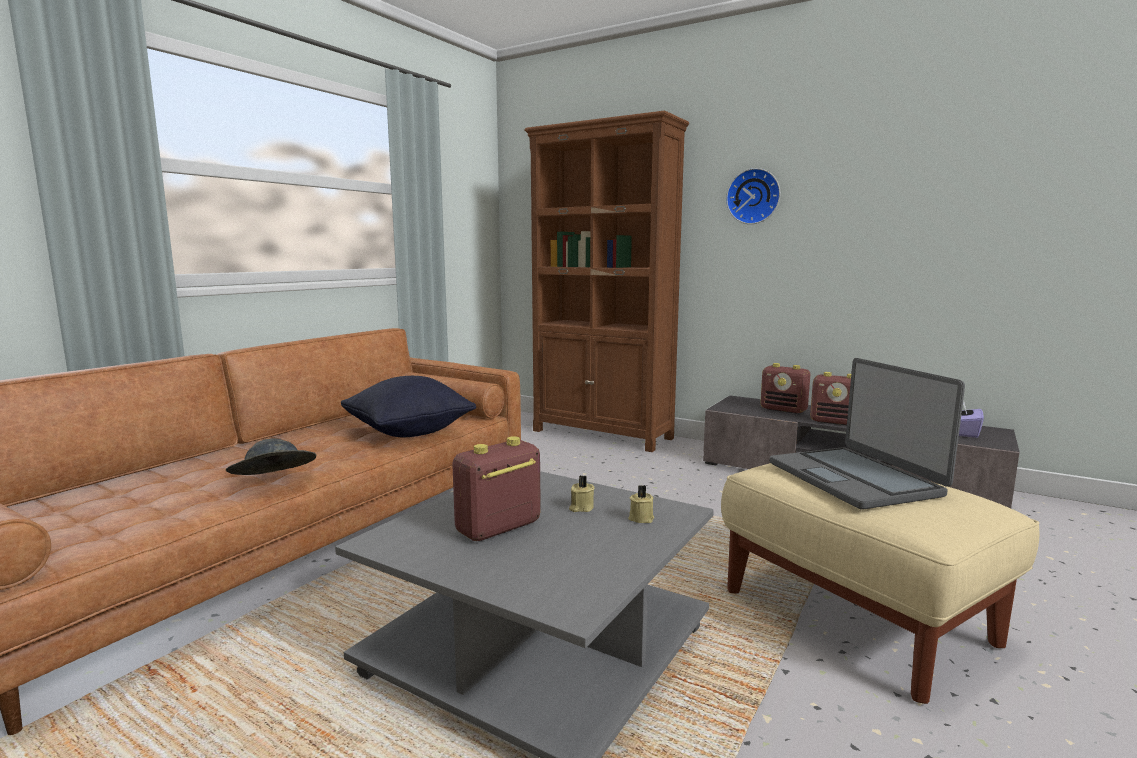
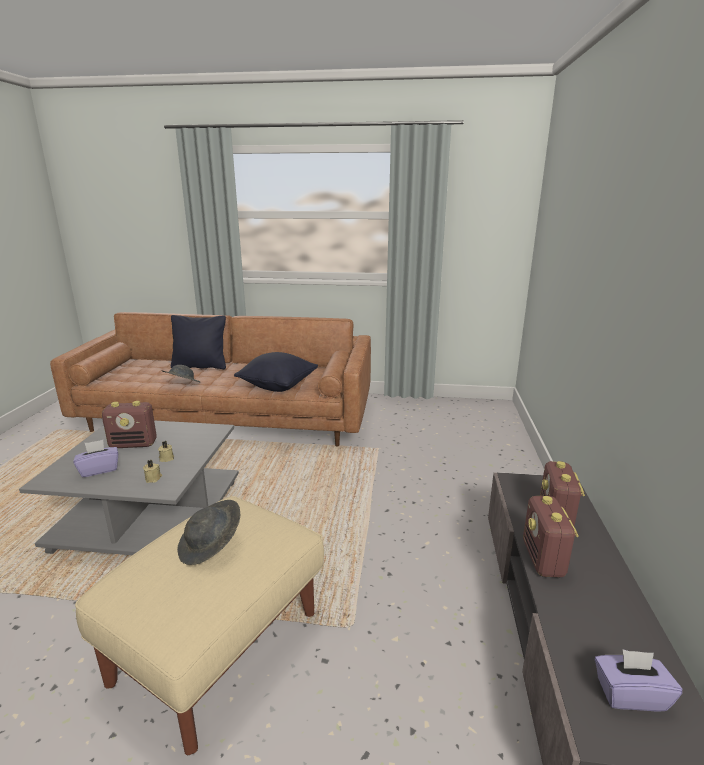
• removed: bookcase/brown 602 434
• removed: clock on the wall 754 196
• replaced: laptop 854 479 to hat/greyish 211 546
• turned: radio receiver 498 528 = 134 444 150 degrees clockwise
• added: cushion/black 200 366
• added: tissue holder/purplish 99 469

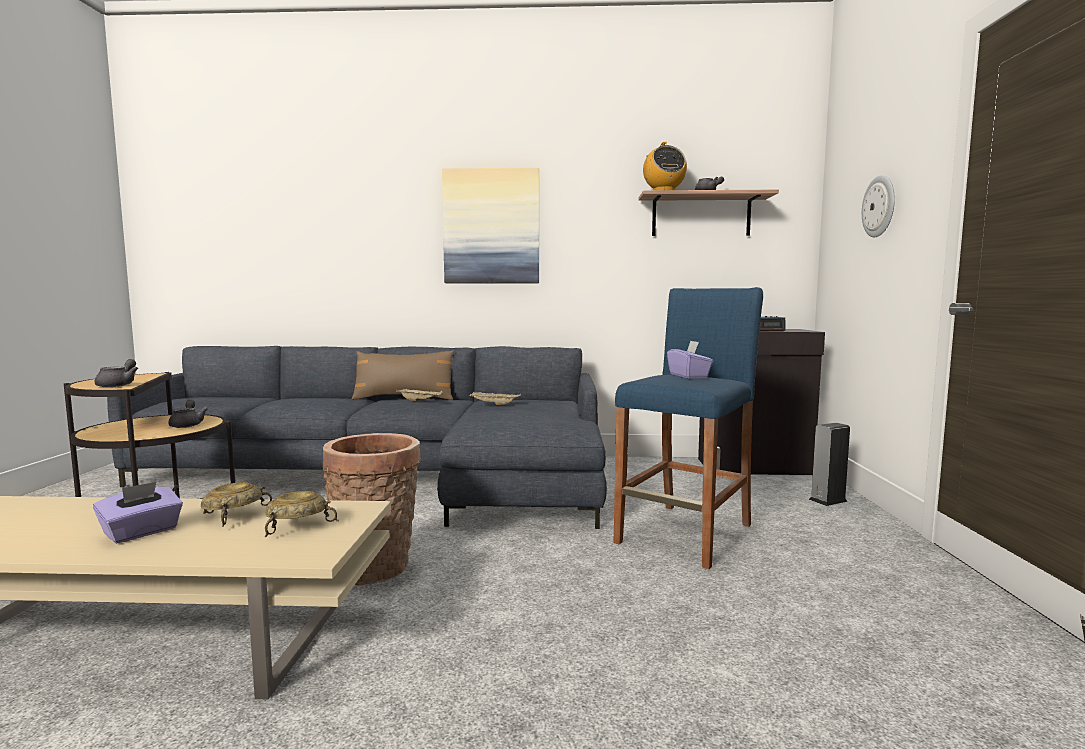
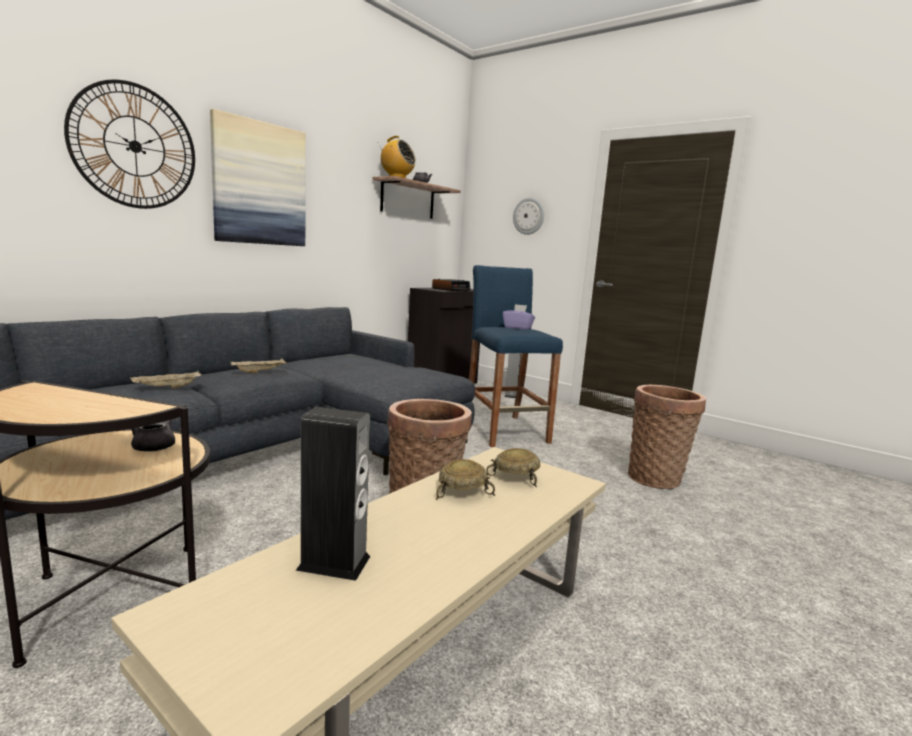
• removed: cushion/brown 404 398
• removed: tea pot/greyish 119 385
• moved: tray/beige 494 404 to 167 388
• removed: tissue holder/purplish 142 532
• added: clock on the wall 135 146
• added: storage basket 656 478
• added: loudspeaker 334 563

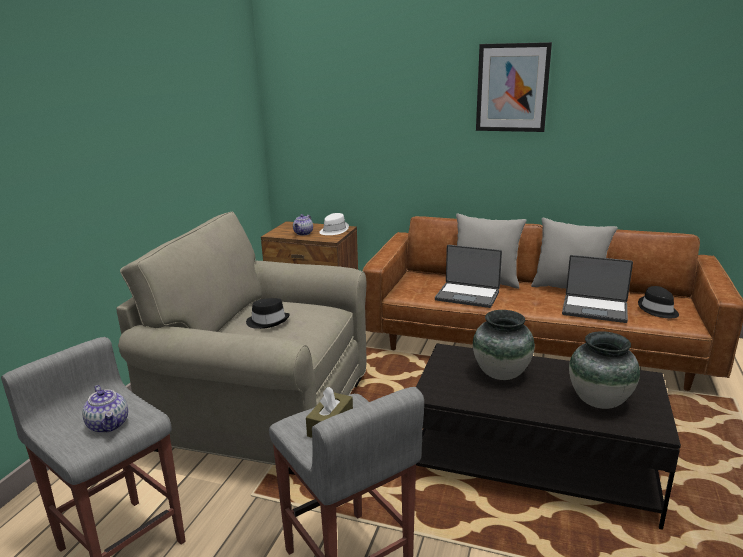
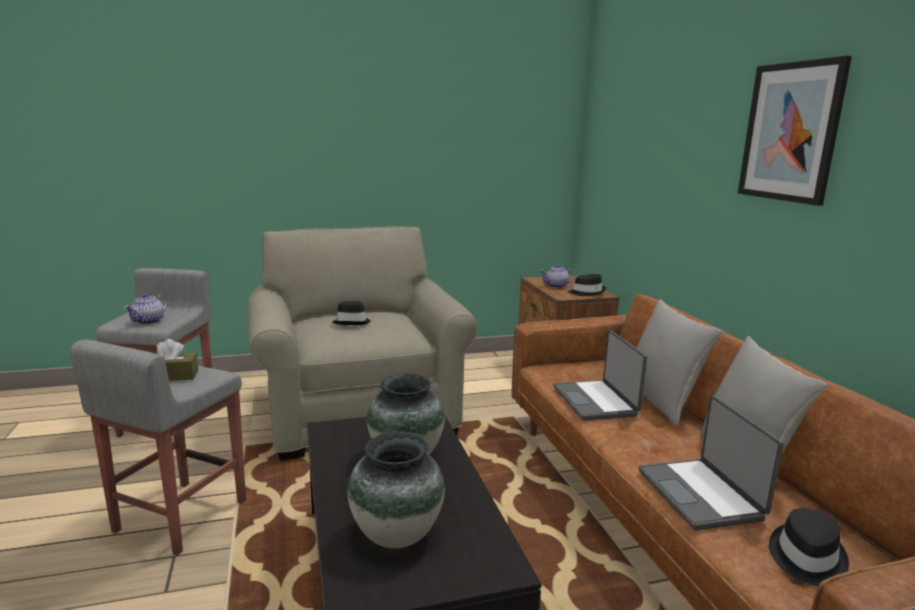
• recoloured: hat/whitish 333 230 to hat/black 587 292

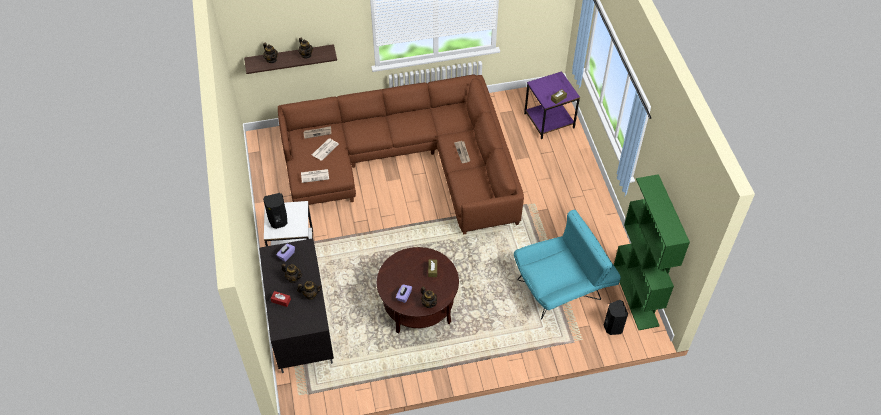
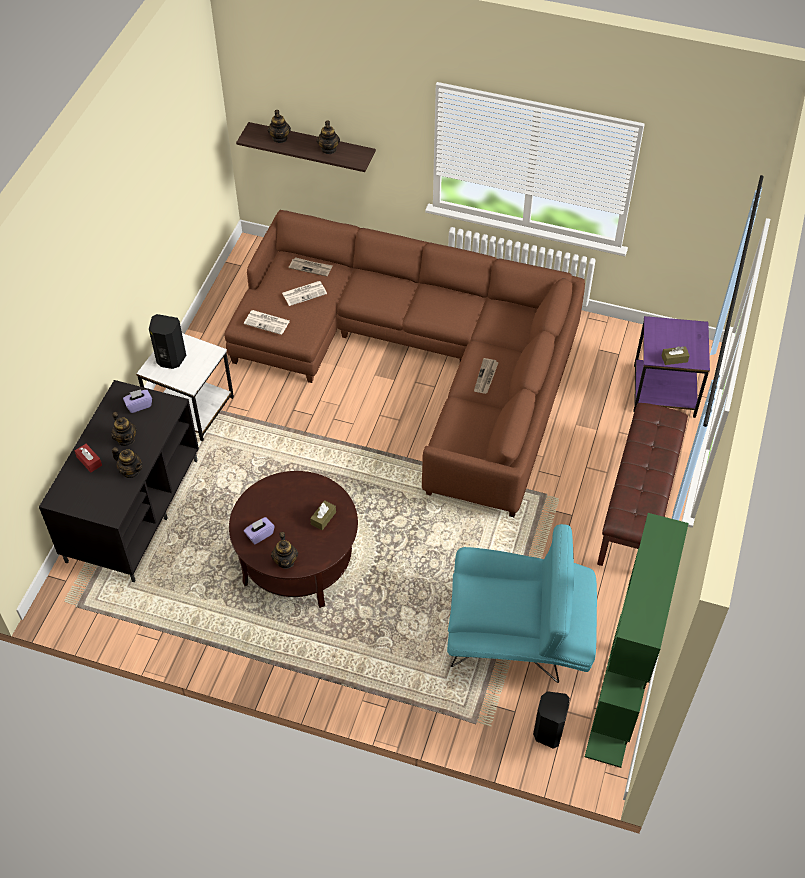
• added: long seat/brown 639 506

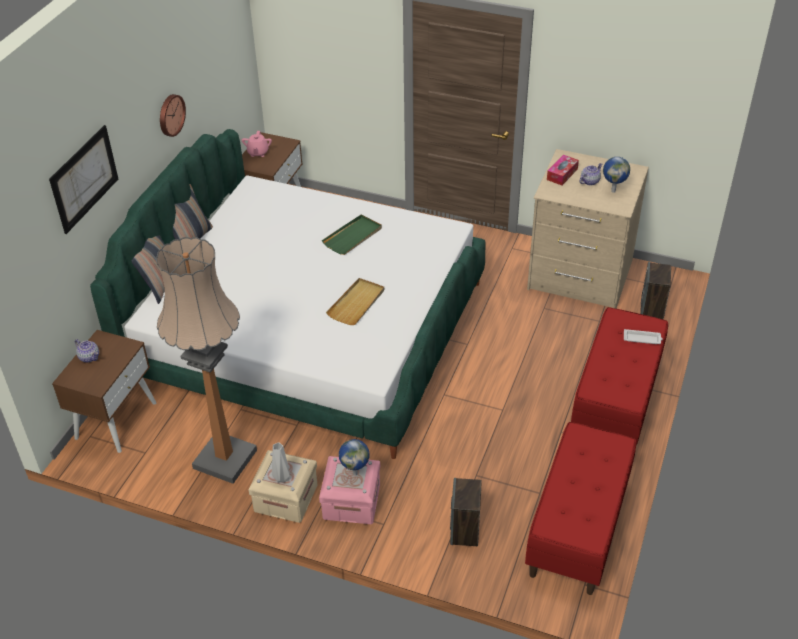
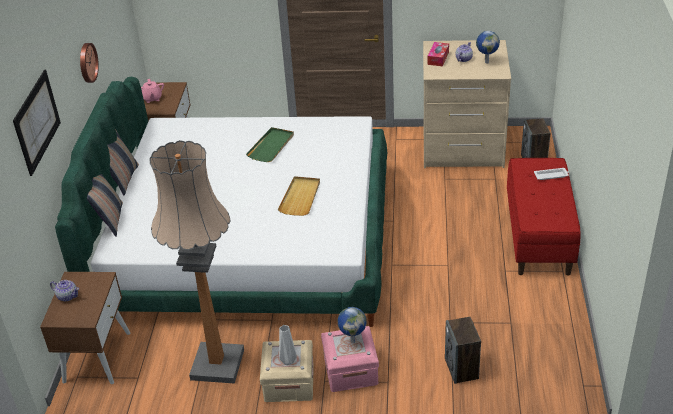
• removed: long seat/red-coloured 578 528

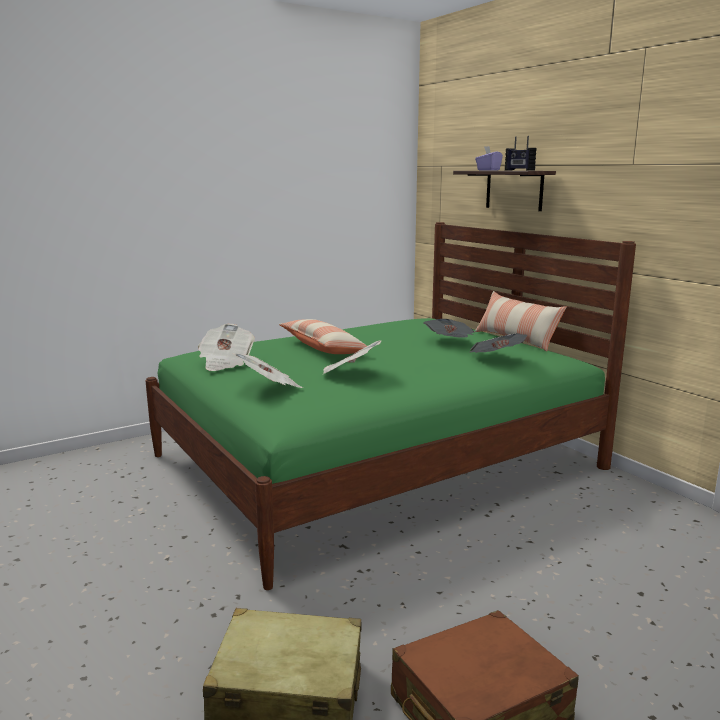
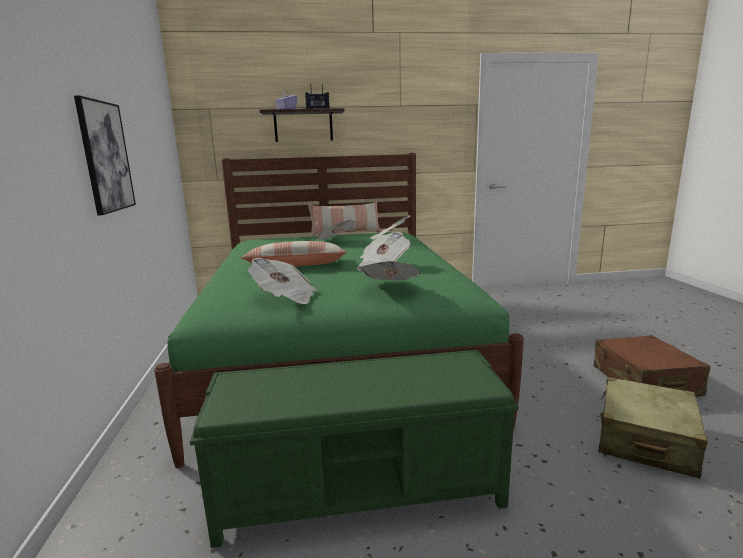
• added: wall picture 105 157
• added: long seat/greenish 362 490

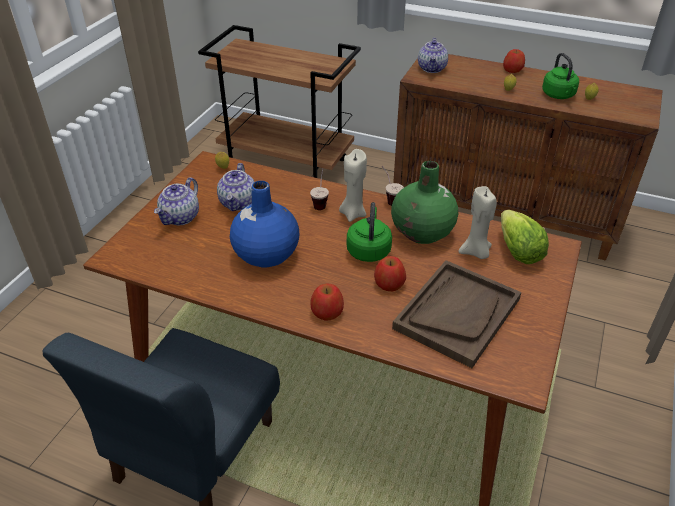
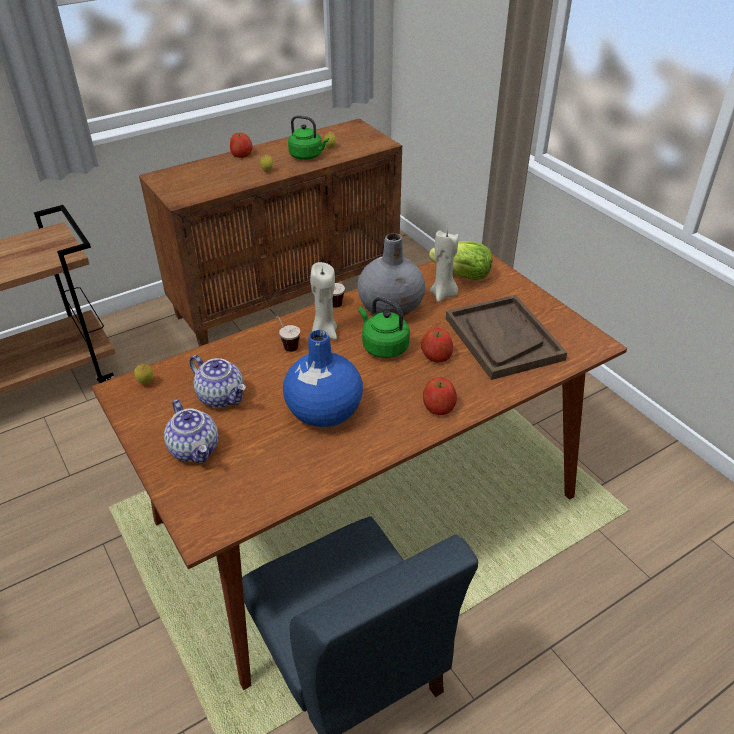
• removed: tea pot 432 68
• recoloured: flower vase/greenish 422 232 to flower vase/greyish 391 308

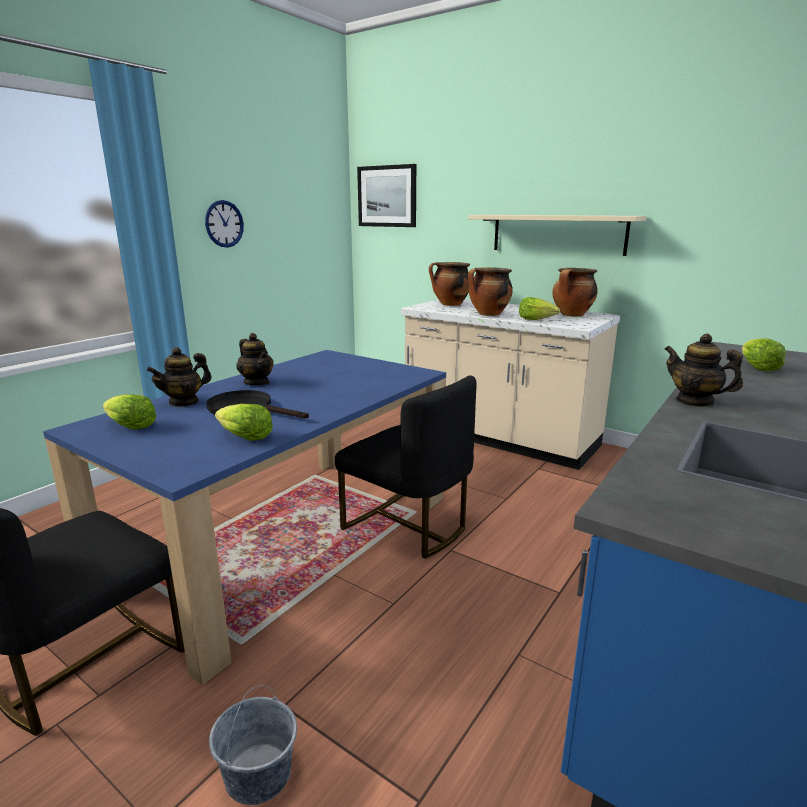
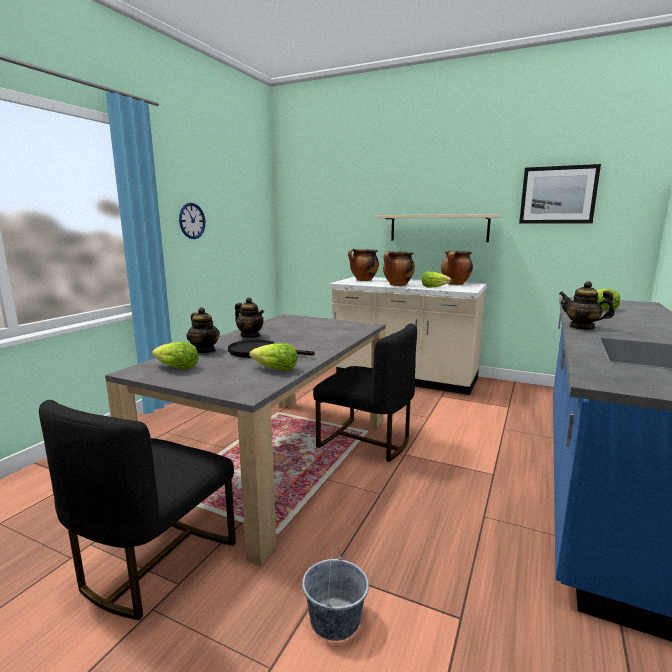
• moved: wall picture 387 196 to 558 195
• turned: tea pot 184 402 = 204 350 75 degrees counterclockwise
• recoloured: kitchen table/bluish 286 539 to kitchen table/greyish 277 458

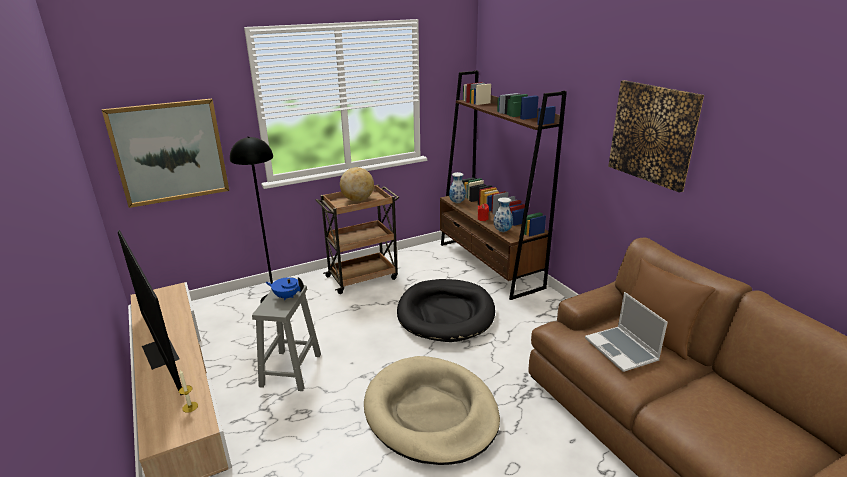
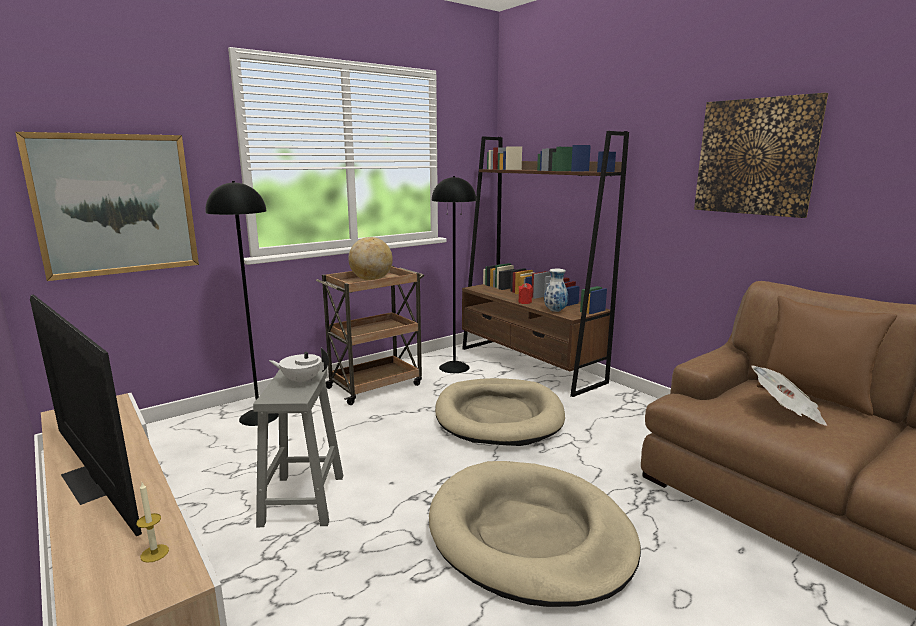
• removed: flower vase 457 202
• recoloured: tea pot/bluish 286 296 to tea pot/whitish 301 381
• recoloured: dog cushion/black 446 313 to dog cushion/beige 498 416
• replaced: laptop 622 350 to daily paper 786 412
• added: standing lamp/black 454 367

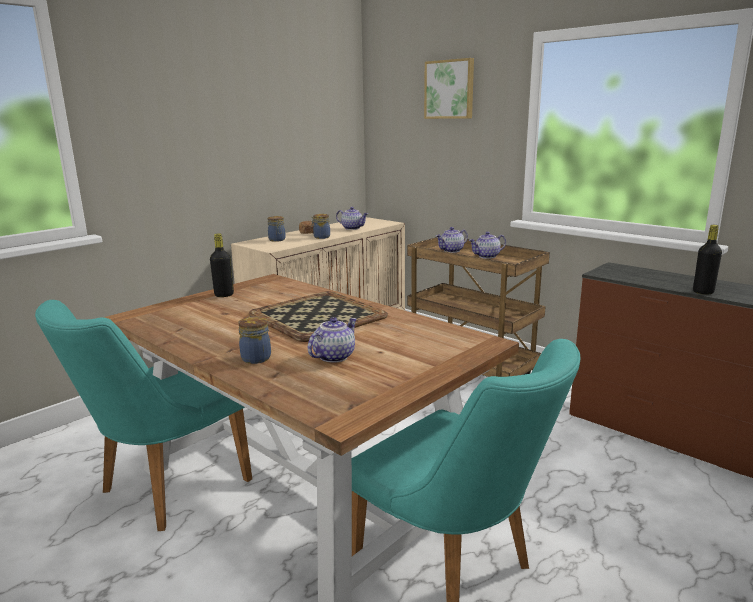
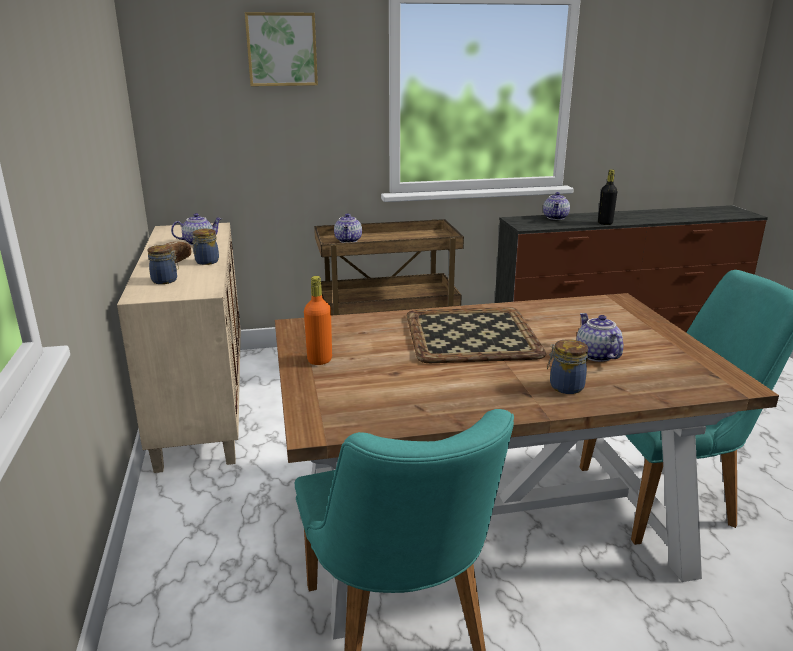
• moved: tea pot 487 256 to 556 218
• recoloured: beverage bottle/black 224 295 to beverage bottle/orange 319 360

